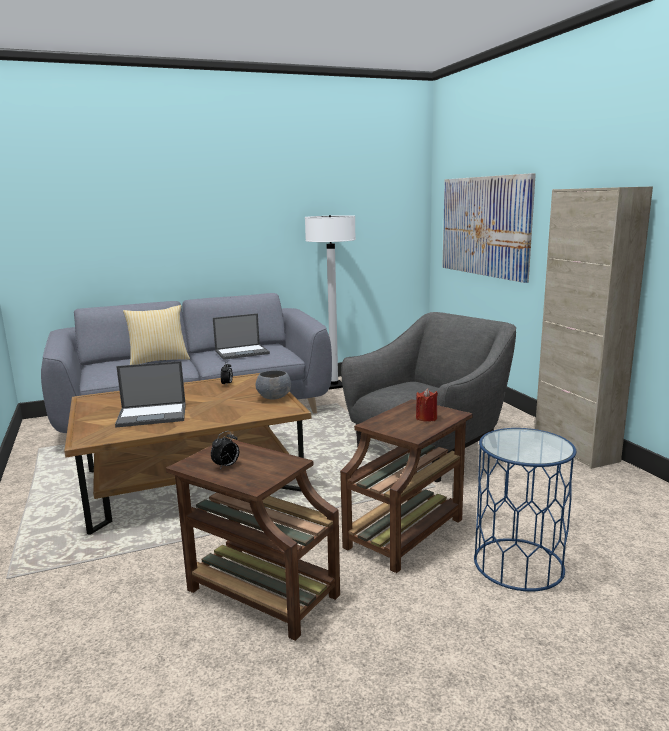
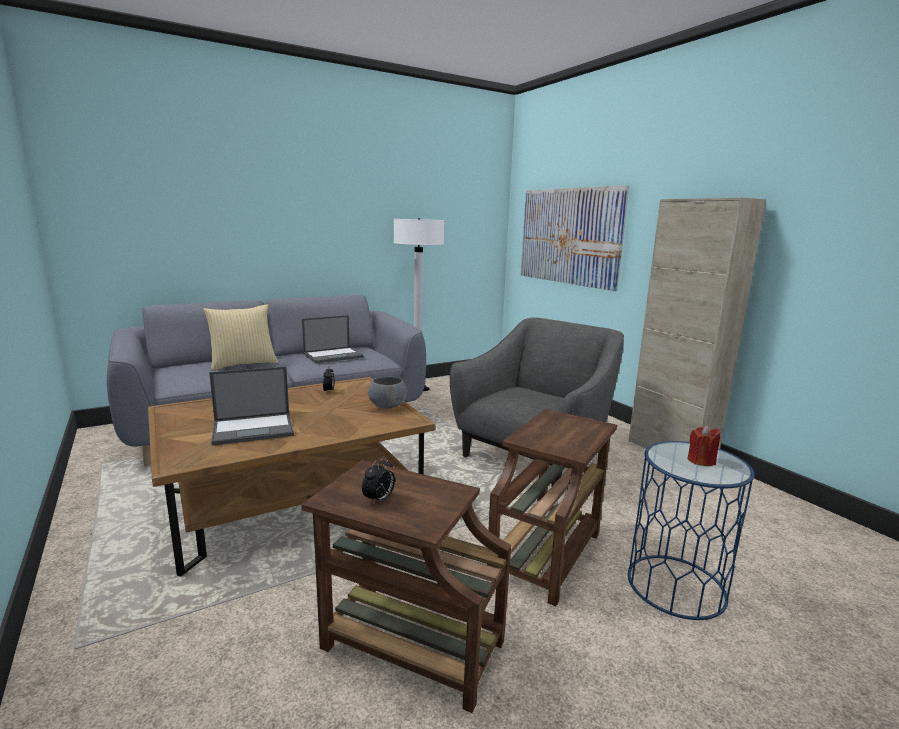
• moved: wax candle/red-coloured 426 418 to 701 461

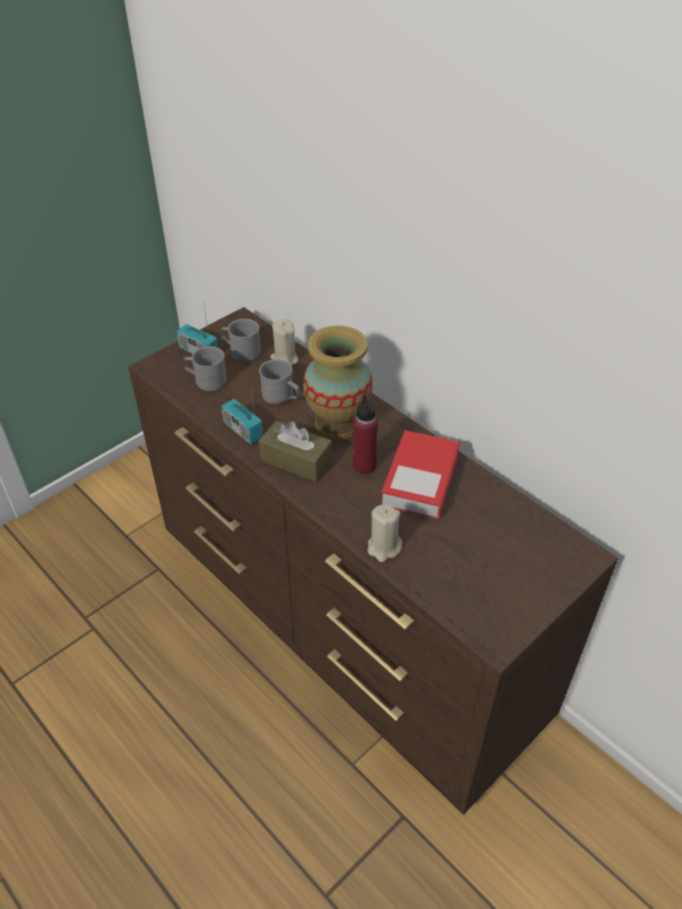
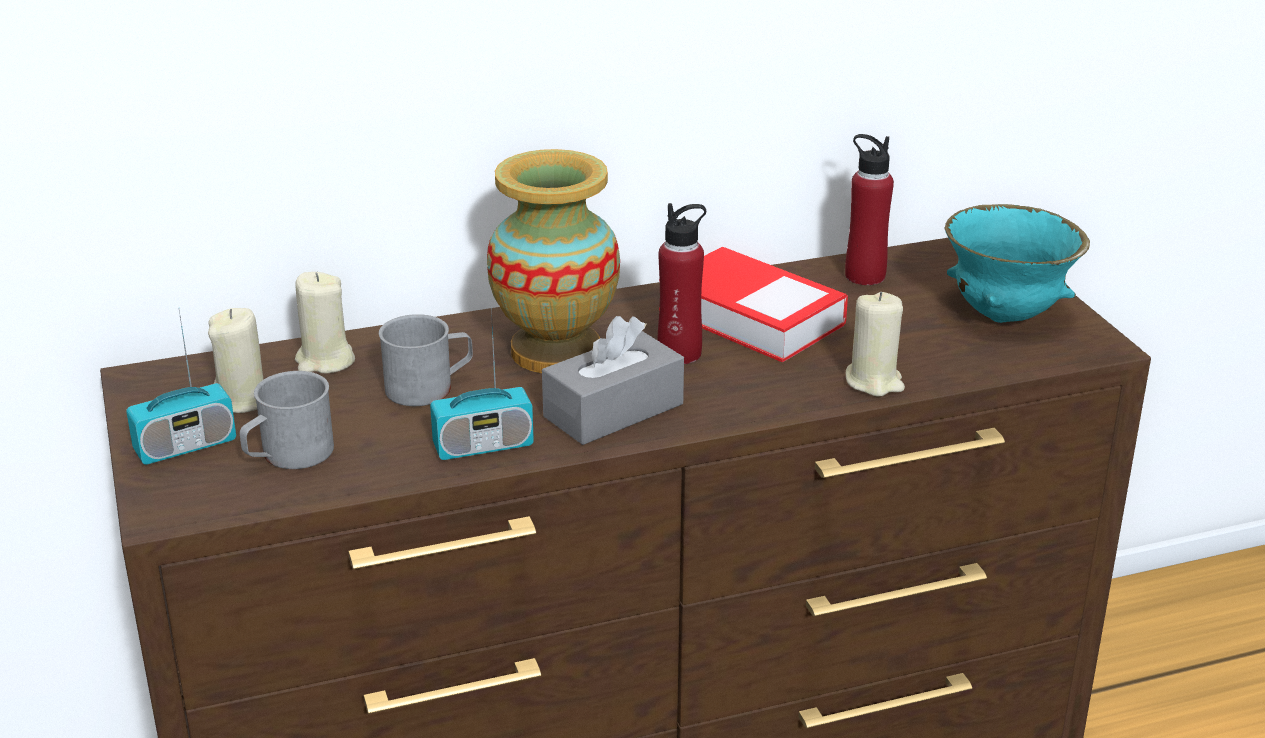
• replaced: coffee mug/greyish 241 351 to wax candle/beige 243 399
• recoloured: tissue holder/brown 296 460 to tissue holder/greyish 613 410
• added: beverage bottle/red-coloured 864 276
• added: deep dish/turquoise 1005 316

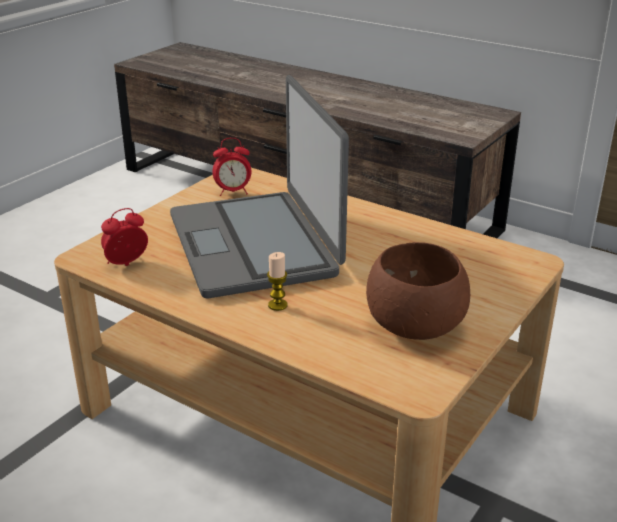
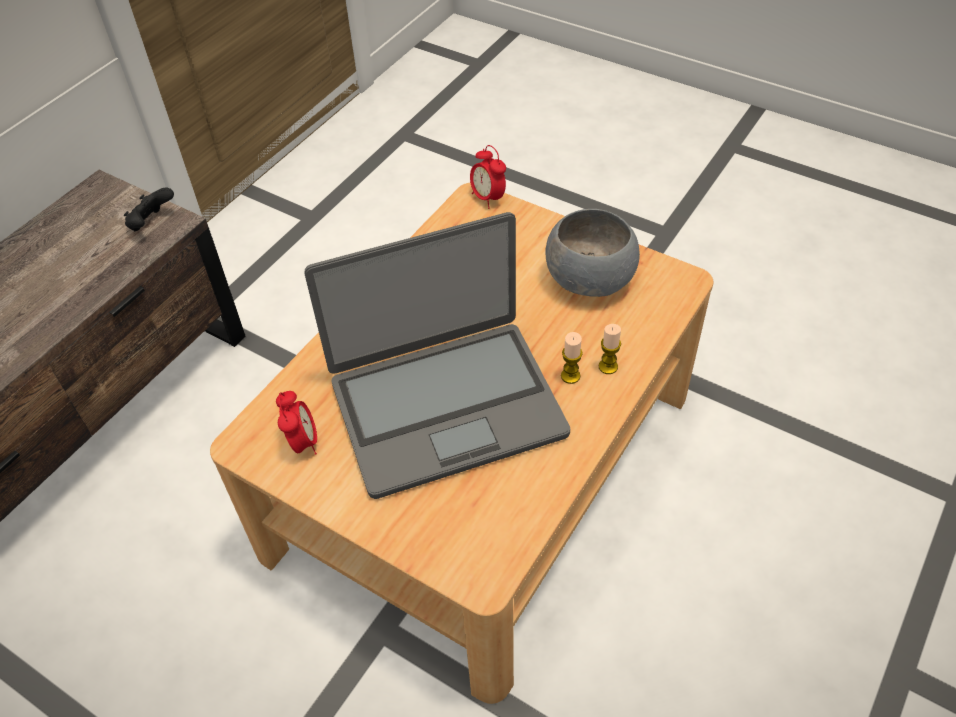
• moved: table clock 126 264 to 488 198
• recoloured: deep dish/brown 414 326 to deep dish/greyish 591 280
• added: gamepad/black 152 223
• added: wax candle 608 366

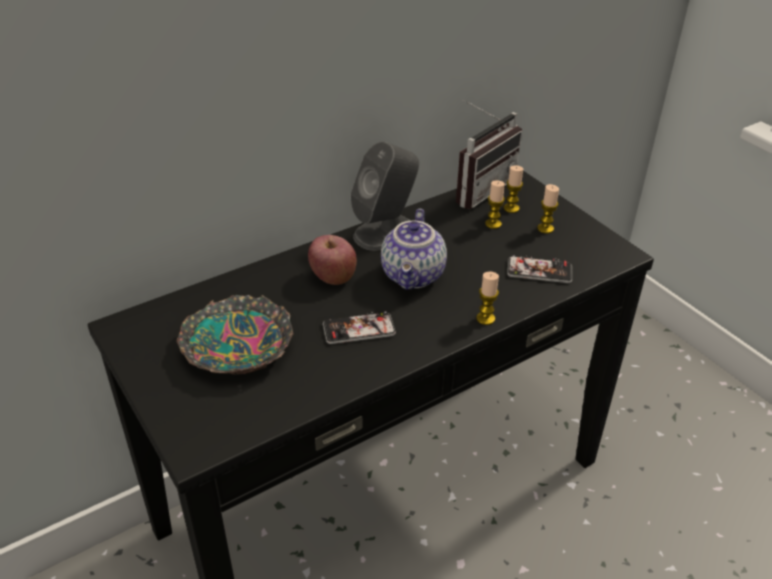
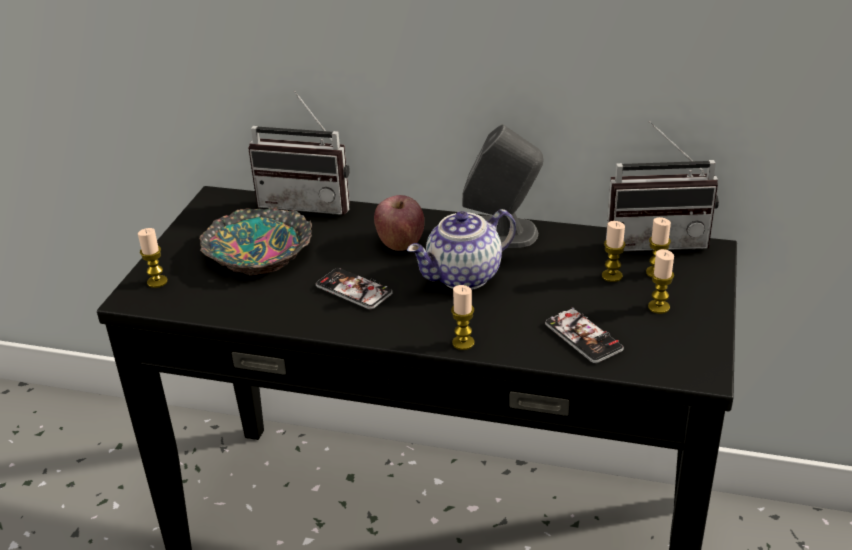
• added: radio receiver 308 202
• added: wax candle 157 282

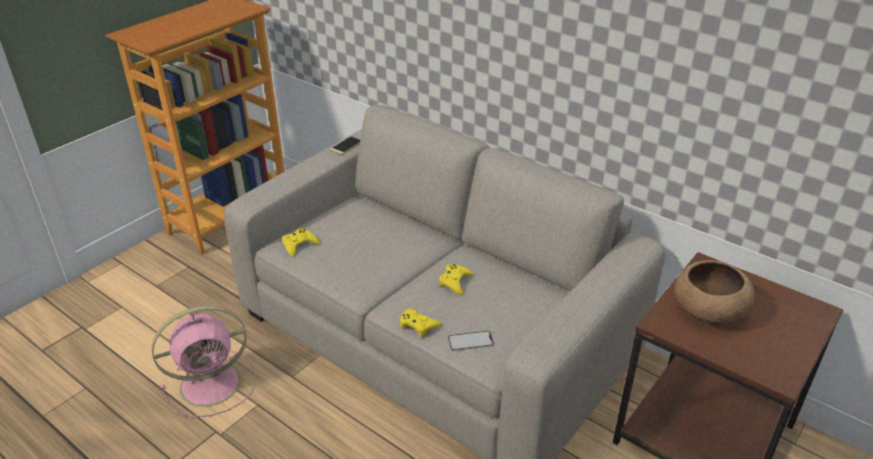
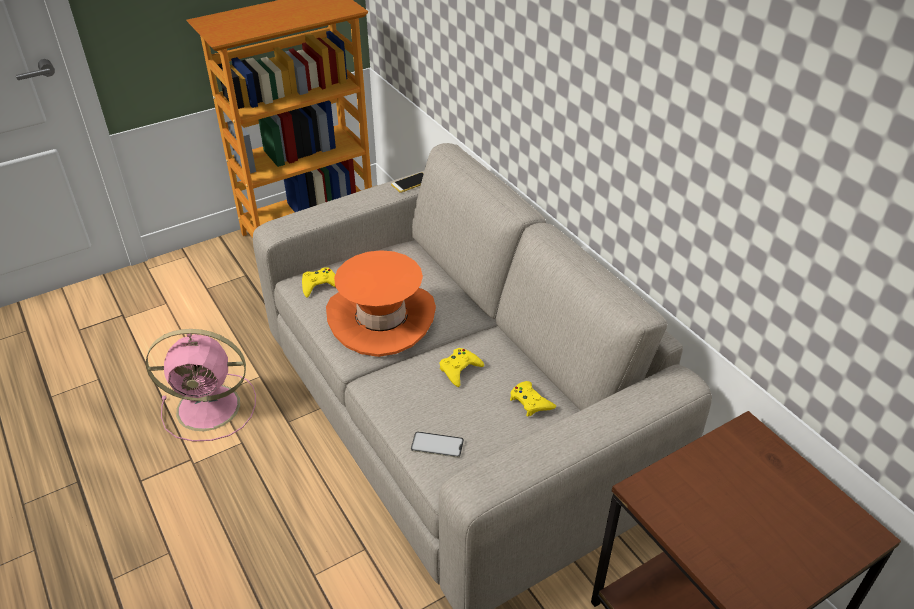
• removed: deep dish/brown 707 311
• moved: gamepad/yellow-coloured 418 325 to 530 402
• added: hat/orange 381 318

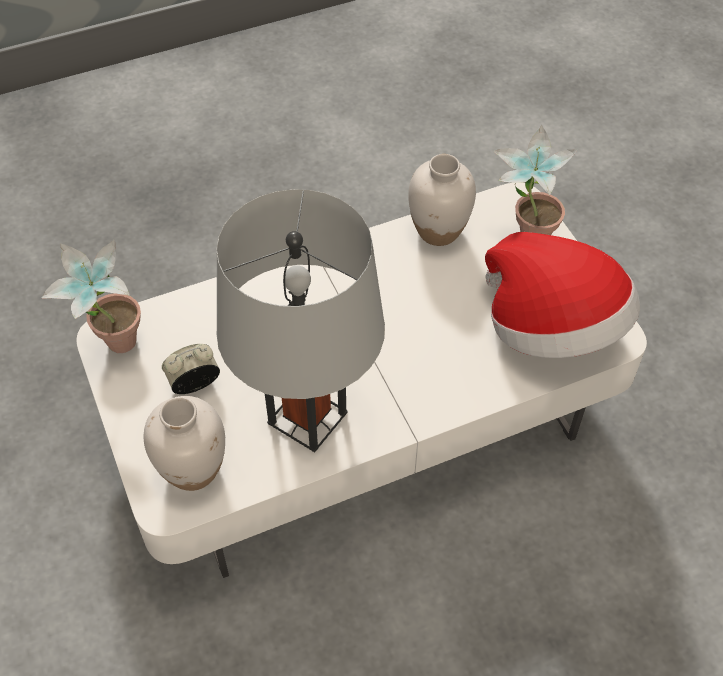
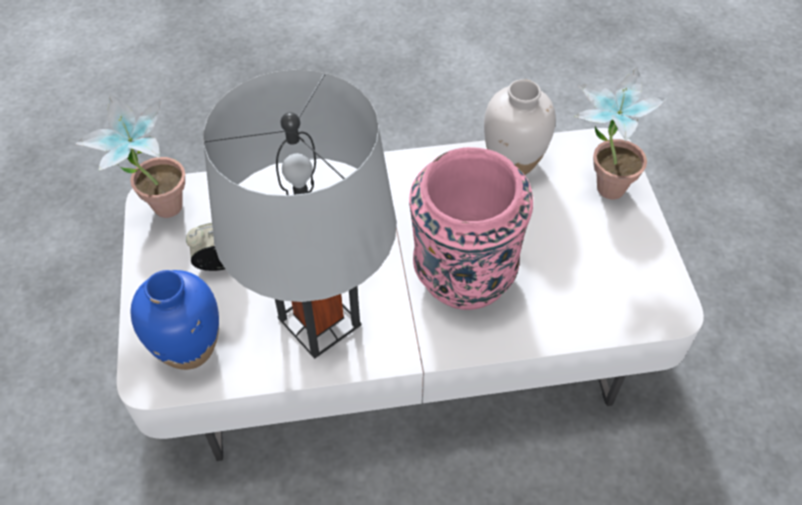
• removed: hat 552 328
• recoloured: flower vase/whitish 193 470 to flower vase/bluish 189 348
• added: flower vase/pink 463 275

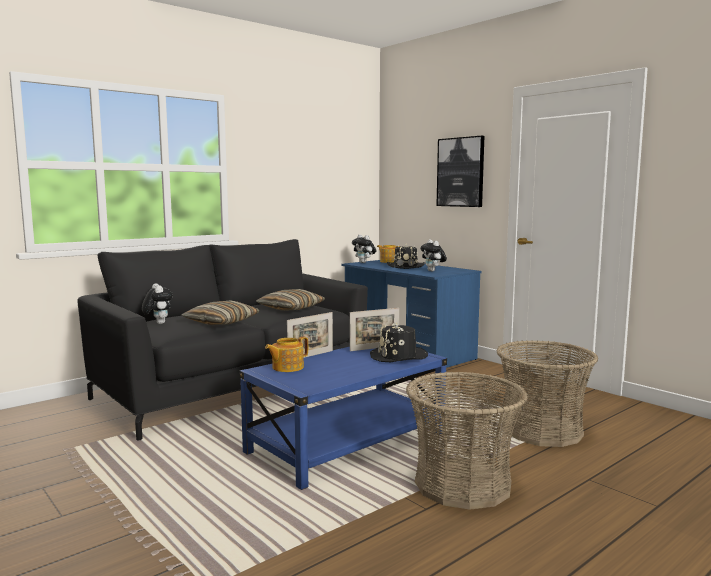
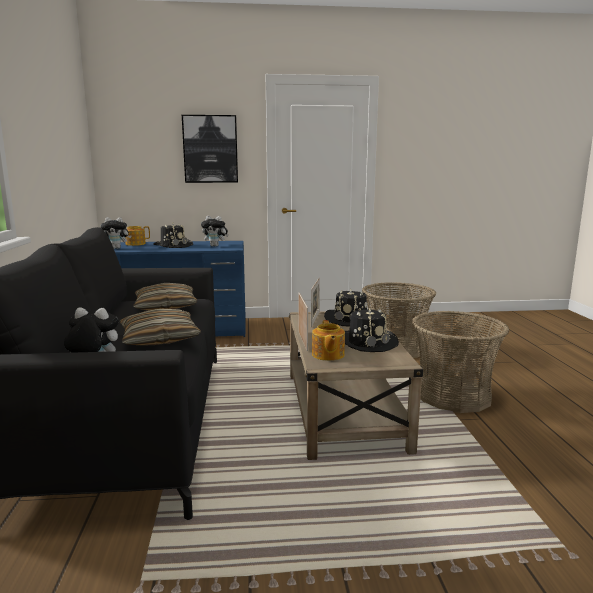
• recoloured: lounge table/bluish 347 443 to lounge table/beige 343 410
• added: hat/black 367 342

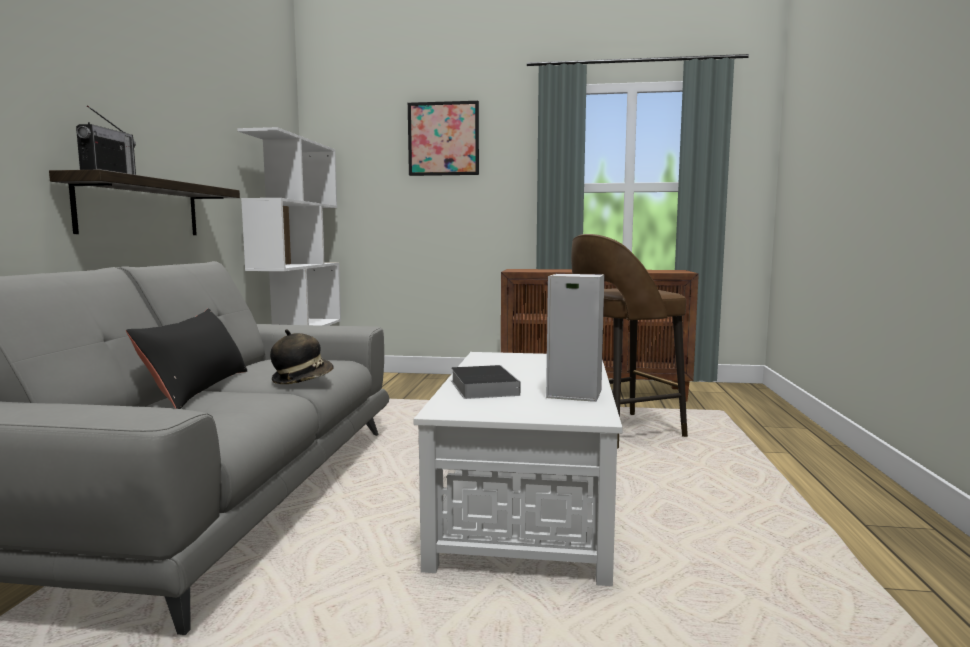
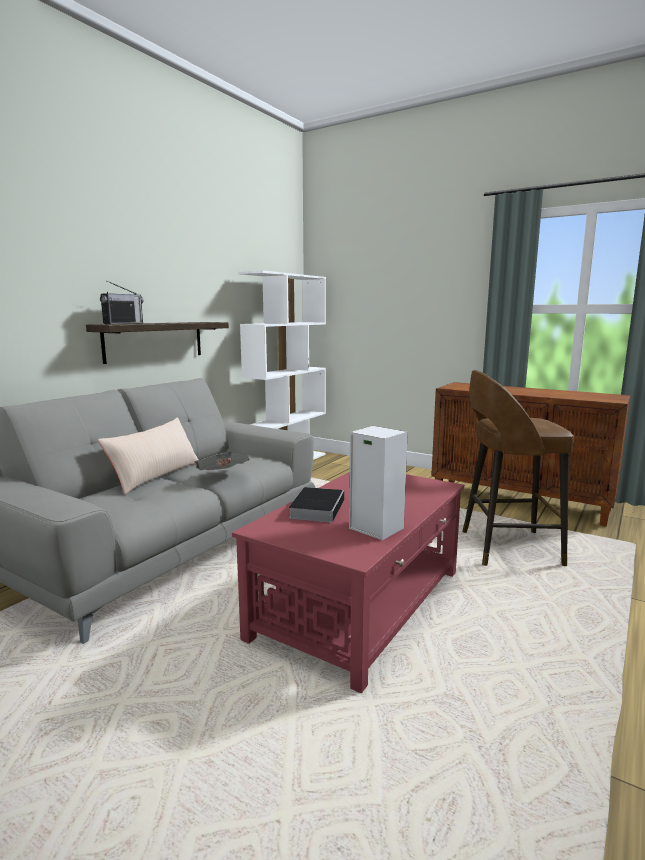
• removed: wall picture 443 139
• recoloured: cushion/black 197 388 to cushion/beige 155 476
• replaced: hat 302 379 to daily paper 222 476
• recoloured: lounge table/whitish 527 505 to lounge table/red-coloured 361 603

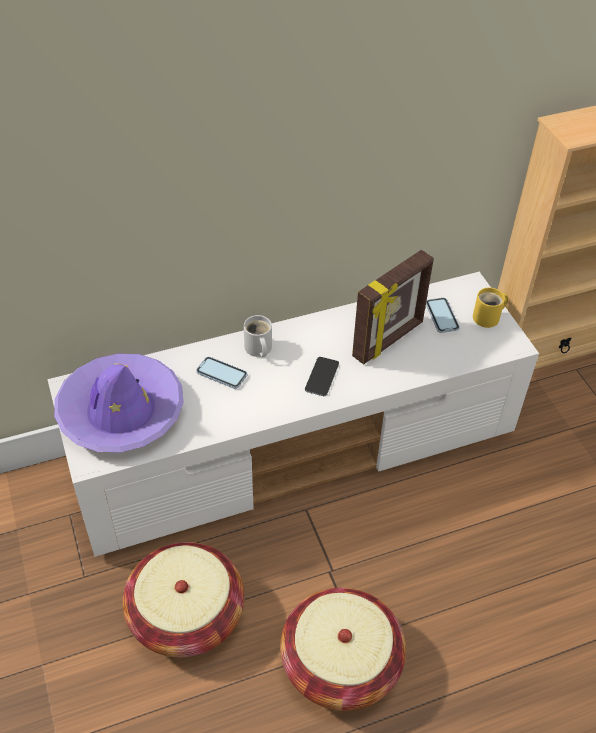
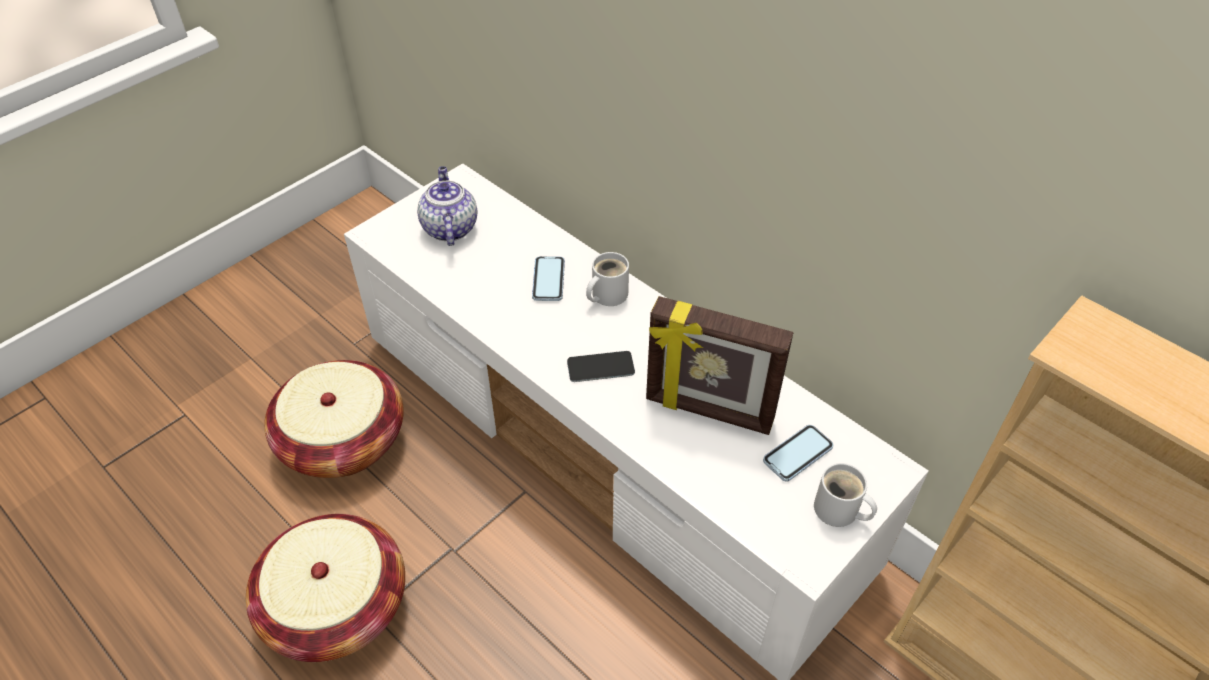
• recoloured: coffee mug/yellow-coloured 488 318 to coffee mug/whitish 839 512
• replaced: hat/purplish 121 412 to tea pot 449 228

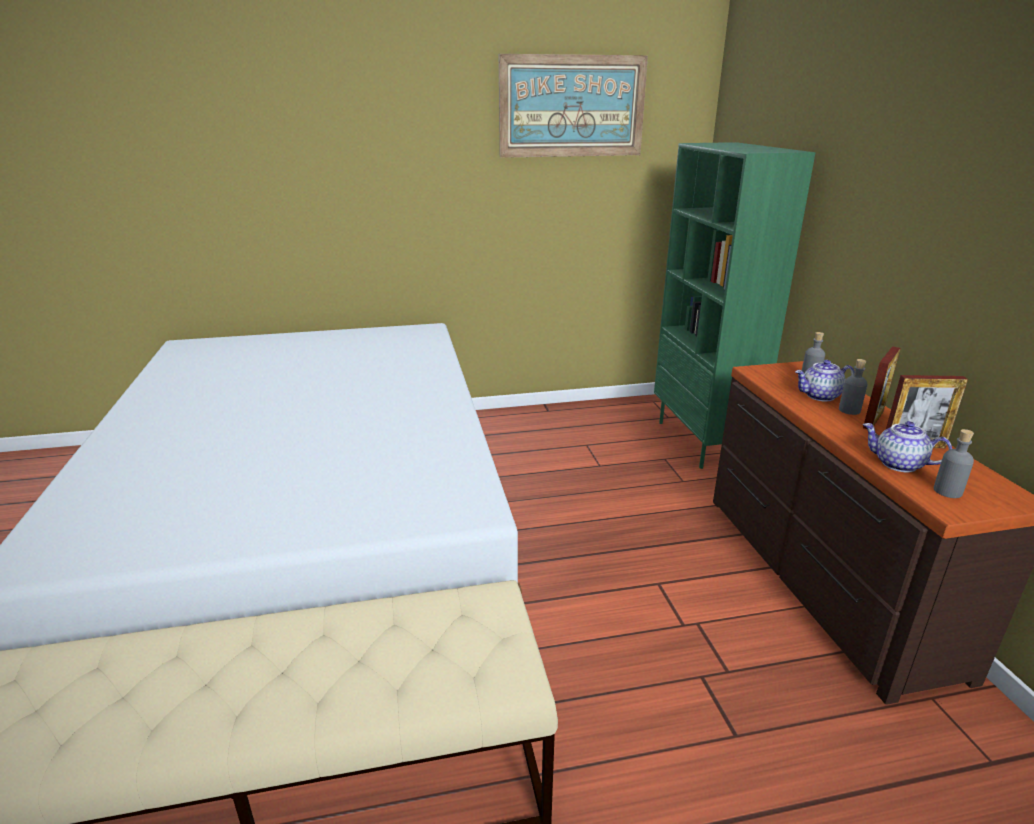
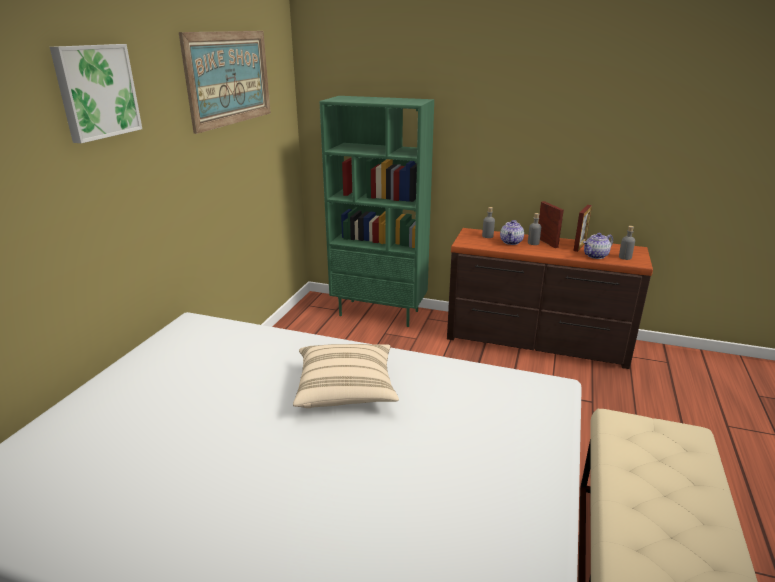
• added: wall picture 96 91
• added: cushion/beige 346 390

